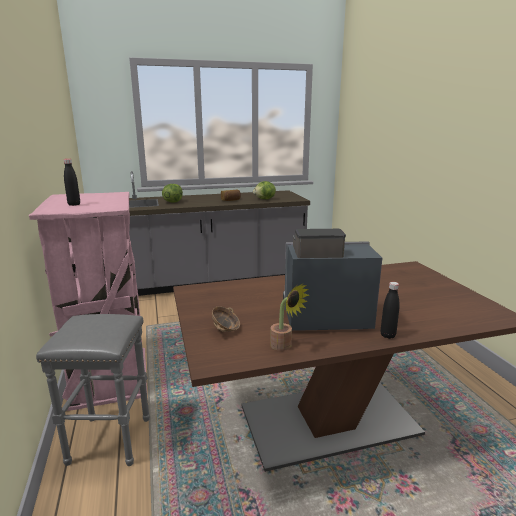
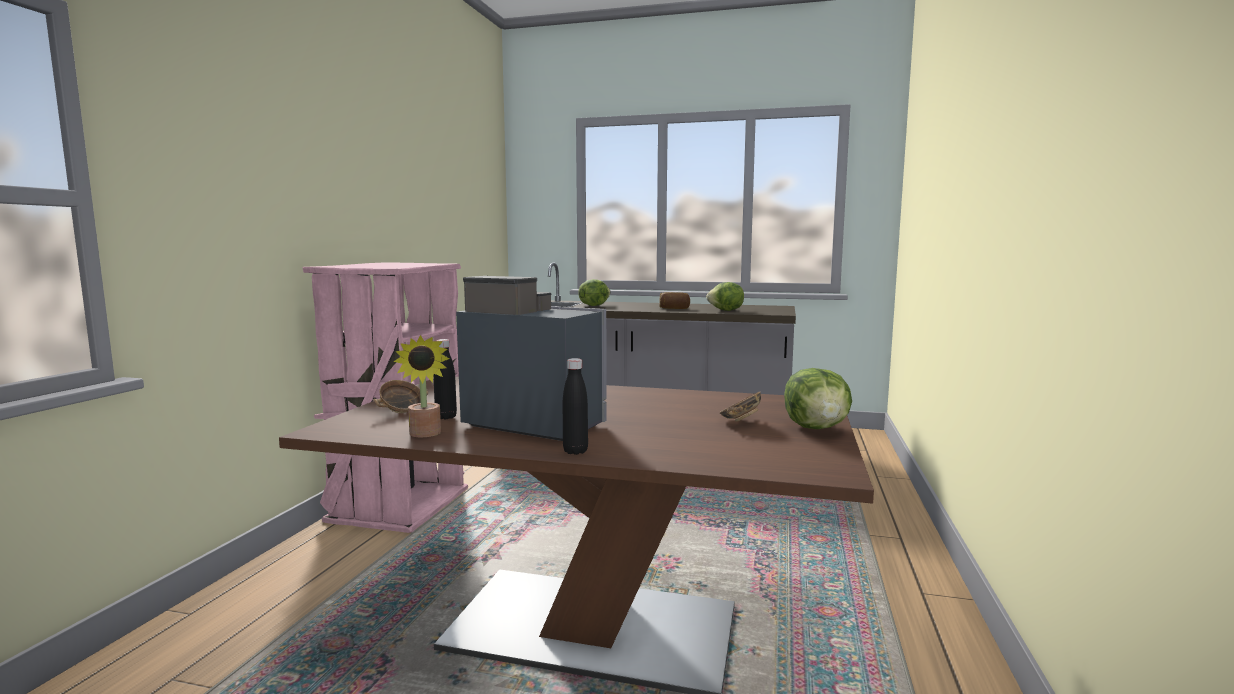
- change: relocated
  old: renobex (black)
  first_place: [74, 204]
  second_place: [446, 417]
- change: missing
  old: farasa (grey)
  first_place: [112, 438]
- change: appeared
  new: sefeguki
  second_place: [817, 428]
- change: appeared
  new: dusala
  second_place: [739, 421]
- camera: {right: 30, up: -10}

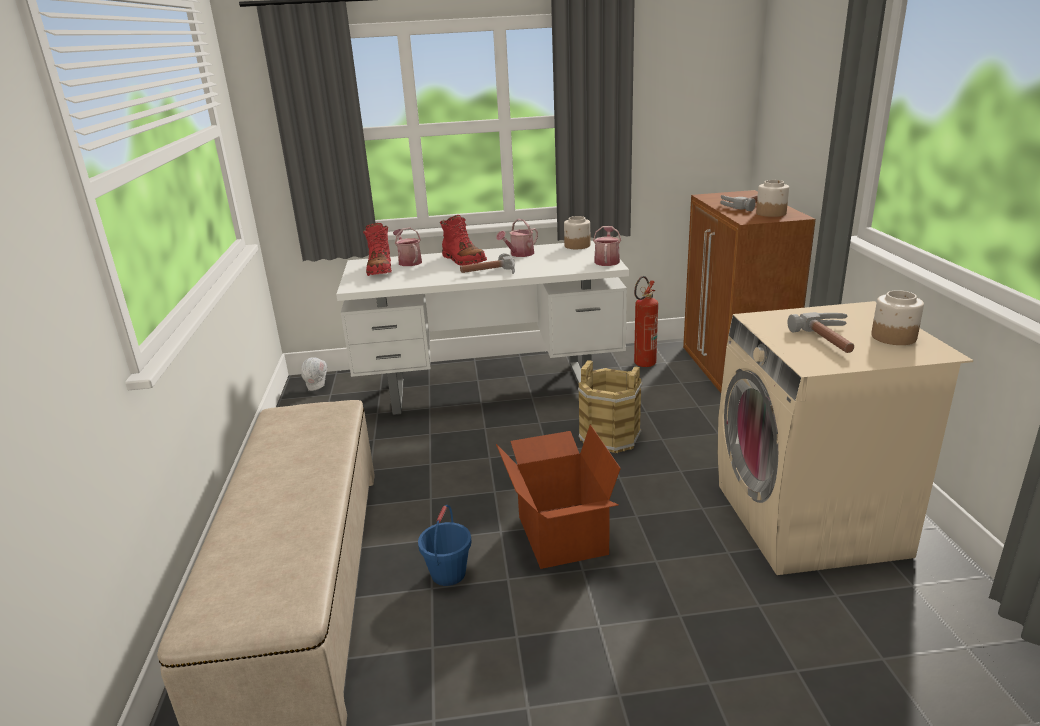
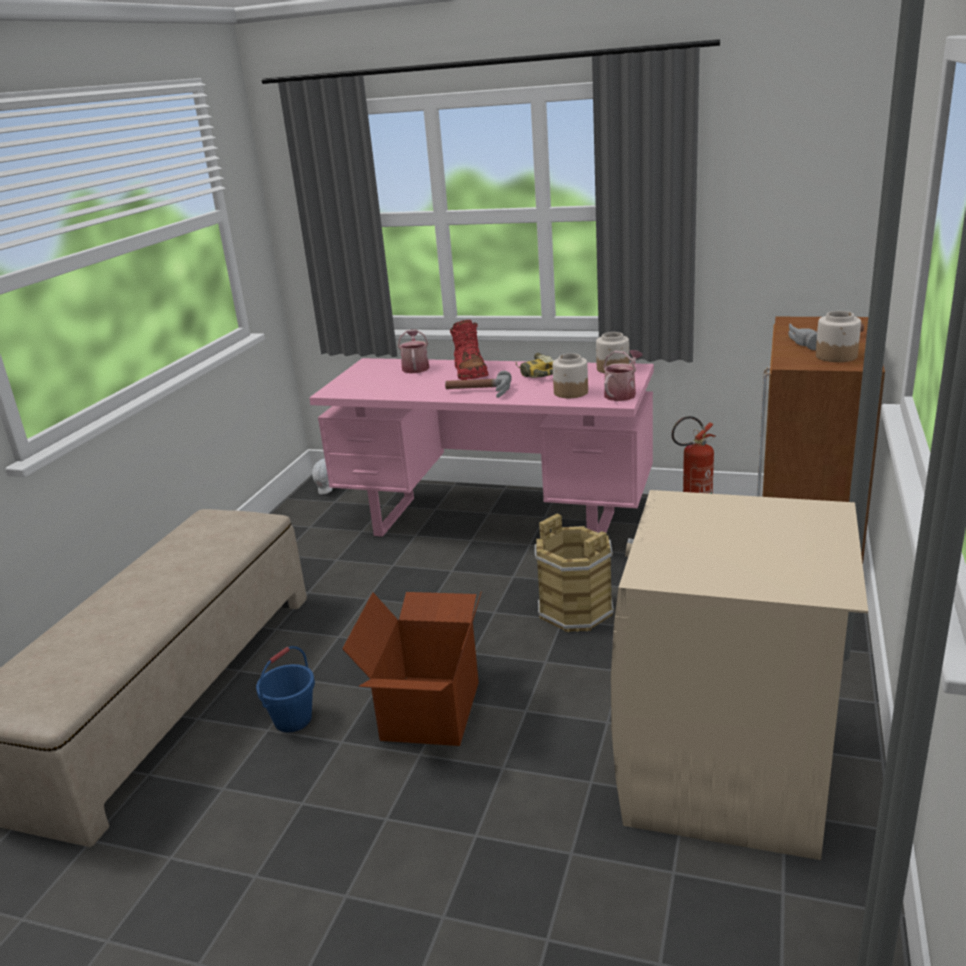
- change: exchanged
  old: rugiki
  new: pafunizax
  first_place: [519, 254]
  second_place: [536, 372]
- change: missing
  old: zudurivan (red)
  first_place: [380, 269]
- change: colour
  old: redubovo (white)
  new: redubovo (pink)
  first_place: [491, 387]
  second_place: [495, 524]
- change: relocated
  old: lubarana
  first_place: [893, 337]
  second_place: [570, 392]
- change: missing
  old: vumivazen
  first_place: [833, 340]
- camera: {right: 25, up: 0}

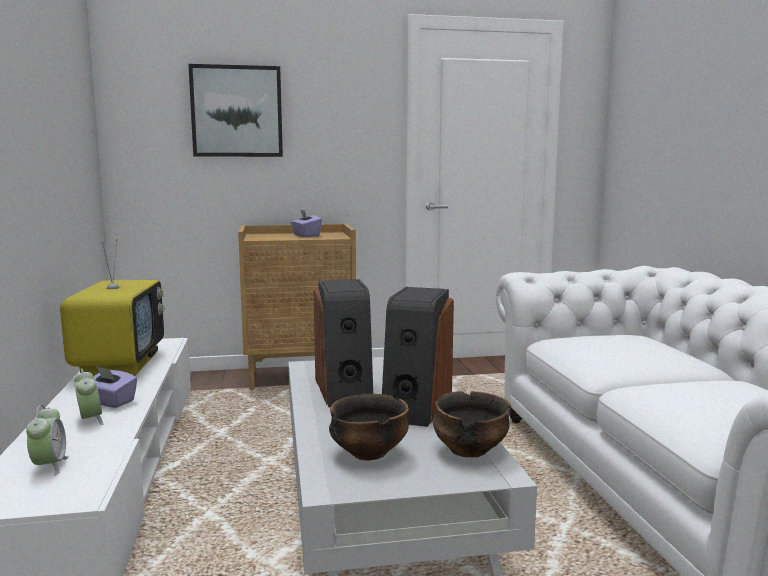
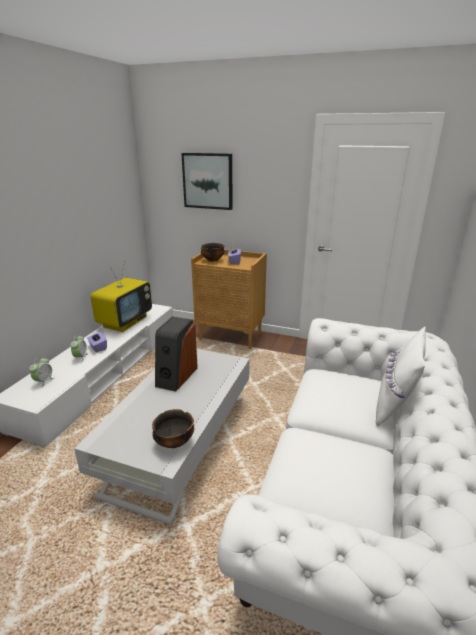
- change: missing
  old: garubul
  first_place: [416, 406]
- change: relocated
  old: dusala
  first_place: [368, 454]
  second_place: [213, 260]
- change: appeared
  new: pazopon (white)
  second_place: [394, 406]
- camera: {right: 30, up: 15}

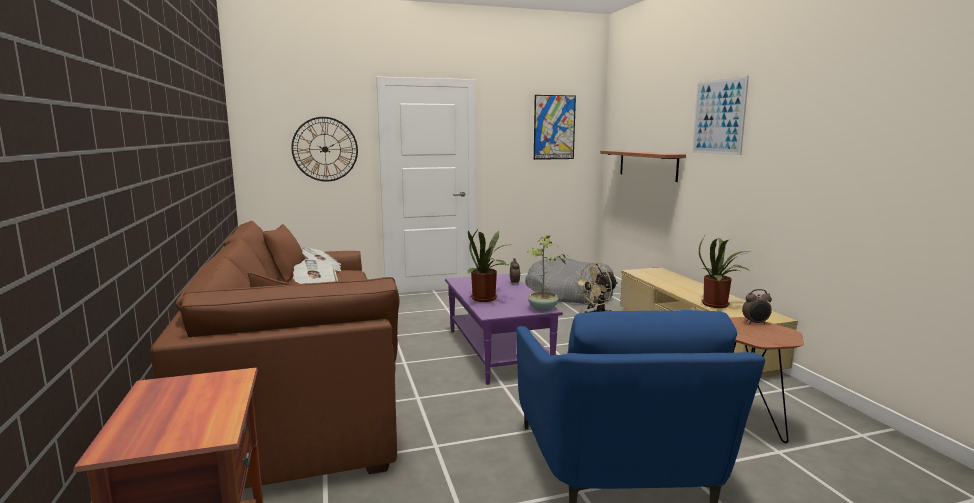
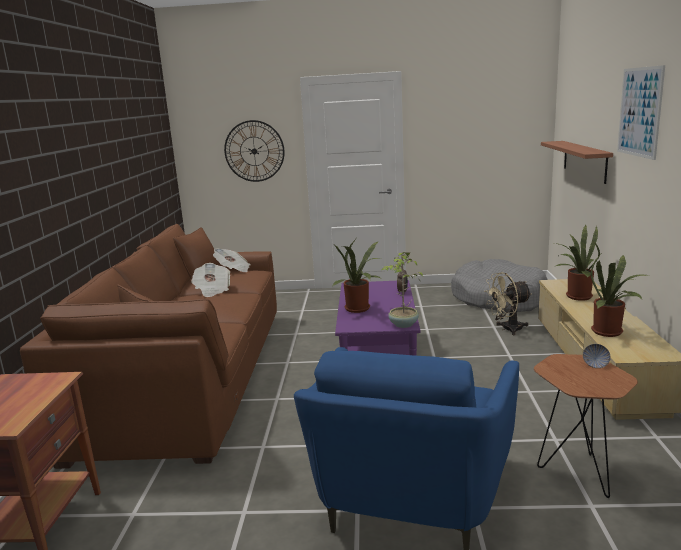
- change: missing
  old: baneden
  first_place: [554, 127]
- change: exchanged
  old: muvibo
  new: dusala
  first_place: [755, 323]
  second_place: [595, 365]
- change: appeared
  new: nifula
  second_place: [576, 296]
- camera: {right: 20, up: 5}

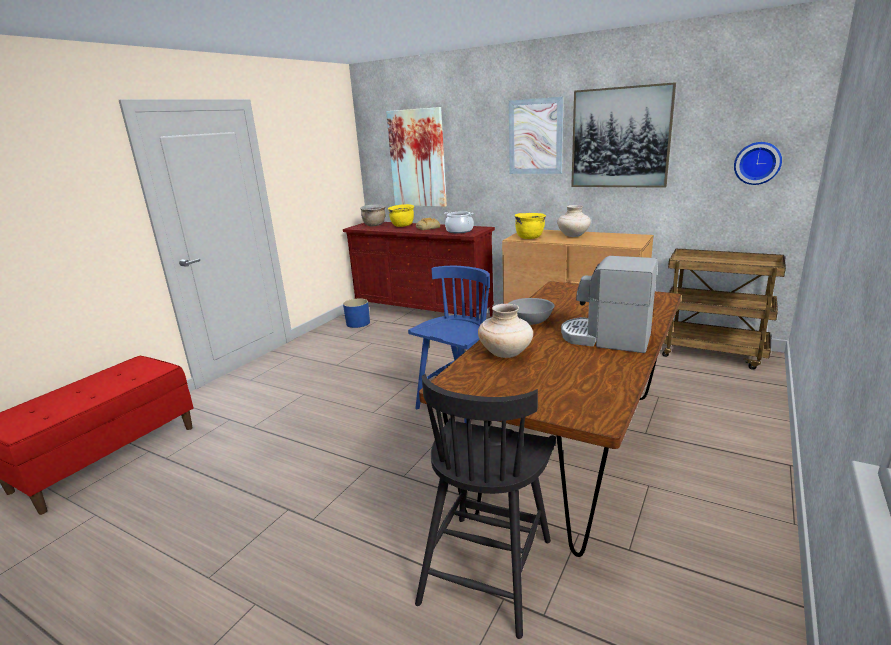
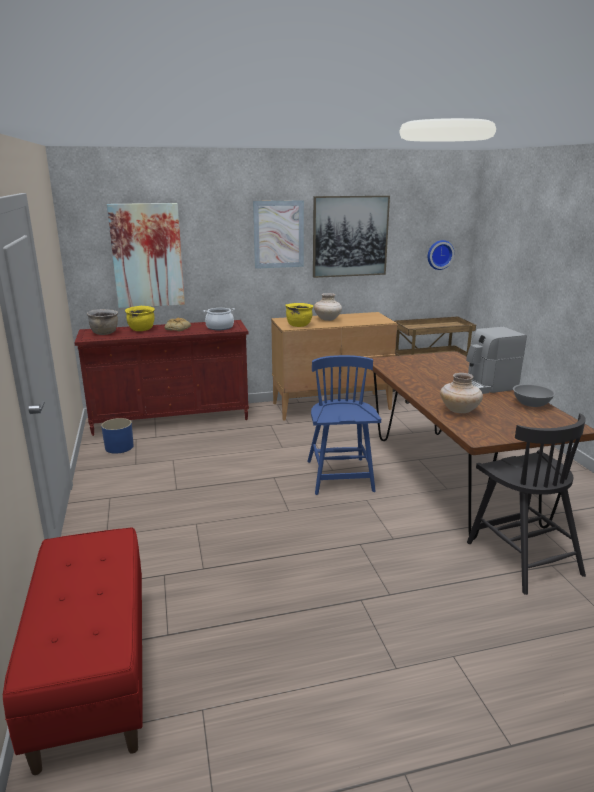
- change: relocated
  old: dusala (grey)
  first_place: [530, 321]
  second_place: [531, 404]
- camera: {right: -45, up: 0}

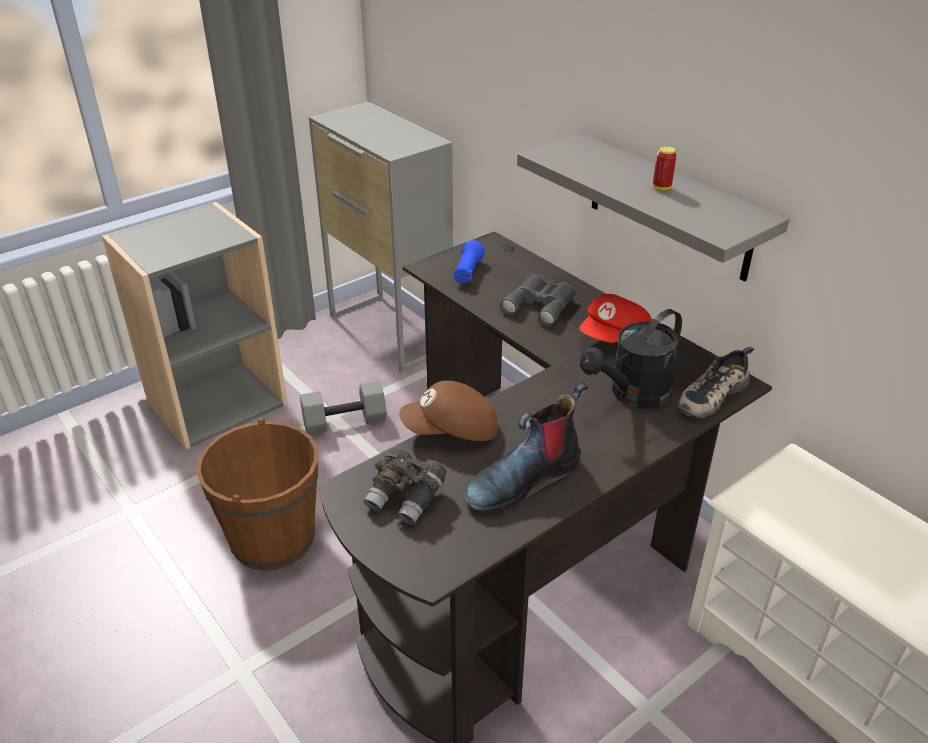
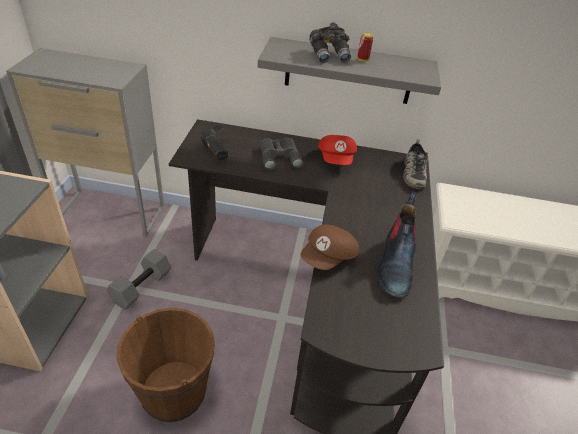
- change: colour
  old: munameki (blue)
  new: munameki (black)
  first_place: [467, 272]
  second_place: [215, 152]
- change: missing
  old: rugiki (black)
  first_place: [632, 395]
- change: relocated
  old: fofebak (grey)
  first_place: [406, 498]
  second_place: [329, 55]
- camera: {right: -45, up: 5}

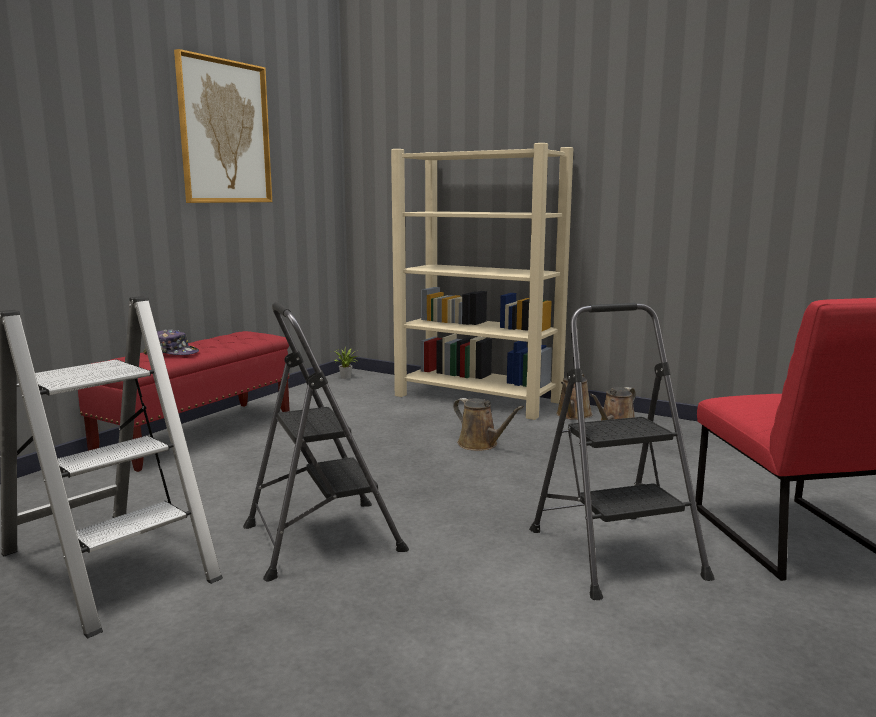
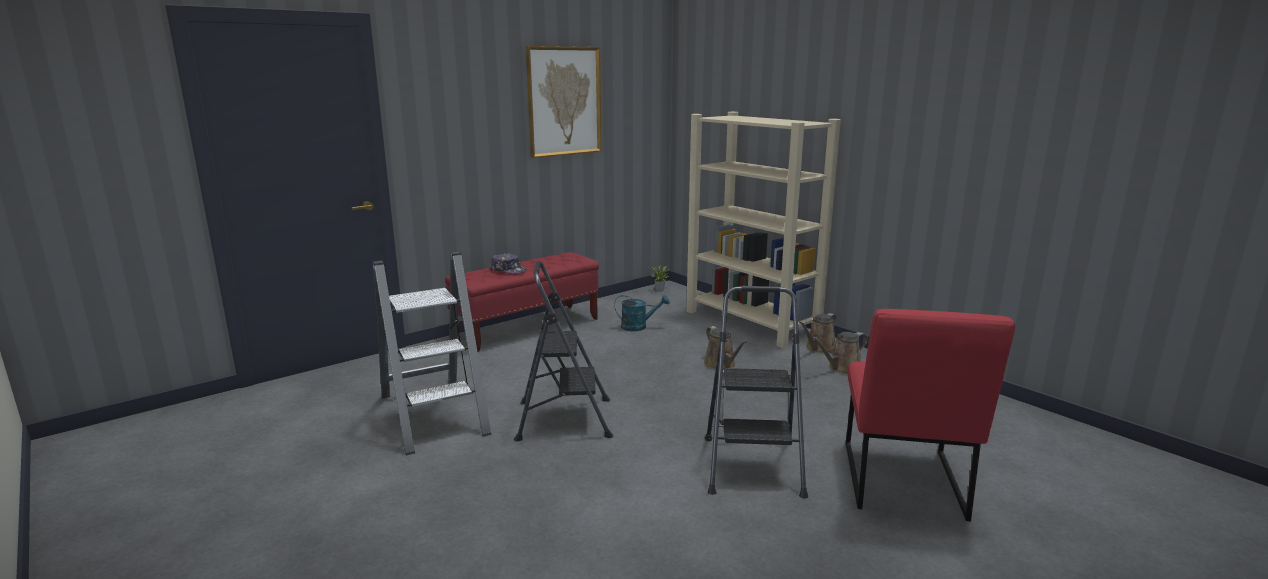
- change: appeared
  new: rugiki (turquoise)
  second_place: [639, 326]
- camera: {right: 20, up: 5}

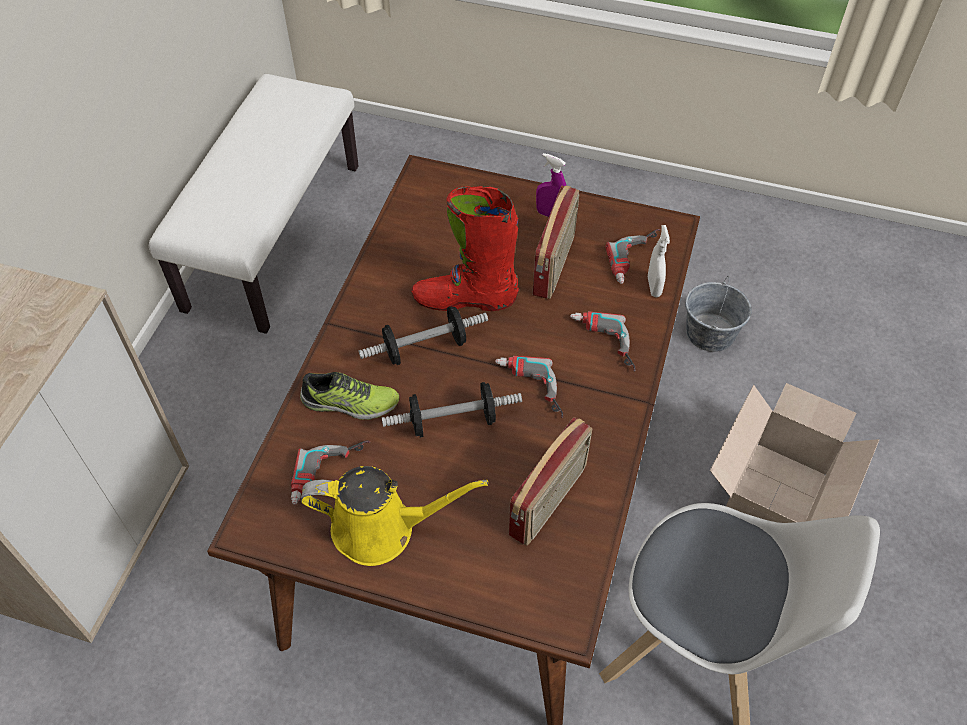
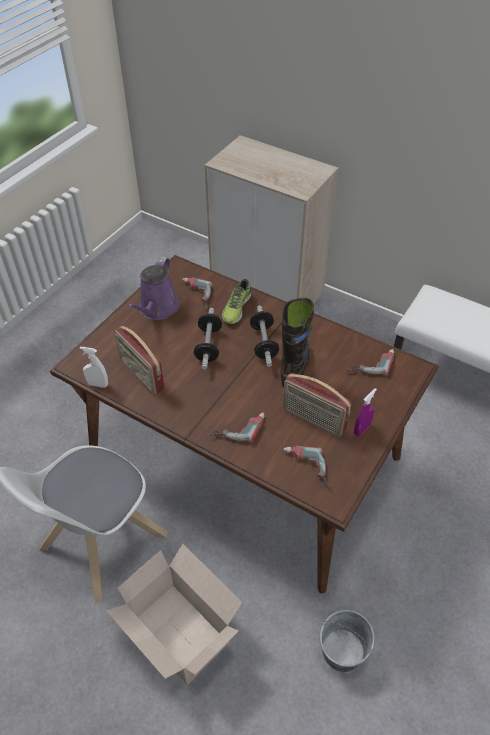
- change: colour
  old: zudurivan (red)
  new: zudurivan (black)
  first_place: [465, 299]
  second_place: [295, 368]
- change: relocated
  old: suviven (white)
  first_place: [654, 287]
  second_place: [98, 384]
- change: relocated
  old: pafunizax
  first_place: [528, 390]
  second_place: [370, 363]
- change: colour
  old: rugiki (yellow)
  new: rugiki (purple)
  first_place: [382, 528]
  second_place: [157, 309]
- camera: {right: 105, up: -5}

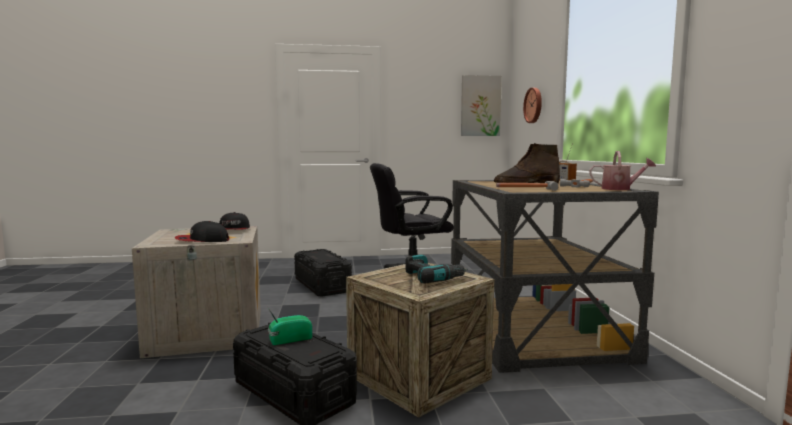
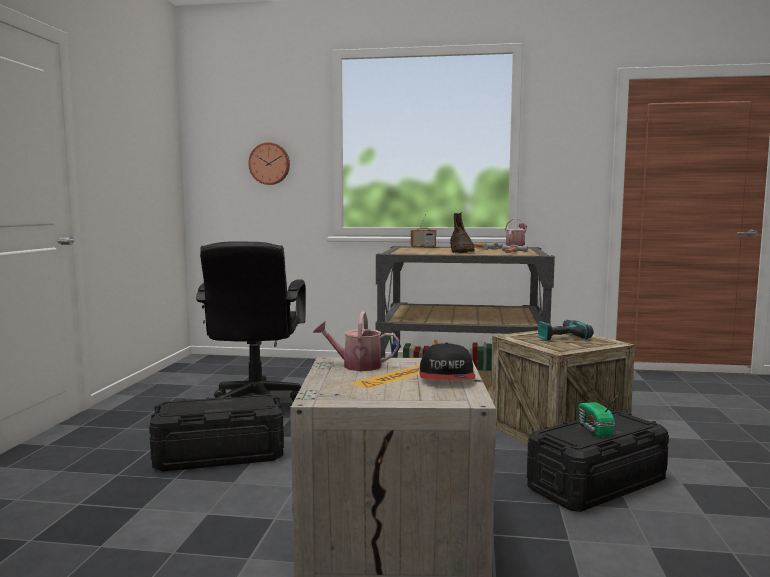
- change: missing
  old: baneden
  first_place: [480, 106]
- change: exchanged
  old: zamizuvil
  new: rugiki
  first_place: [233, 230]
  second_place: [356, 366]
- camera: {right: -75, up: 0}

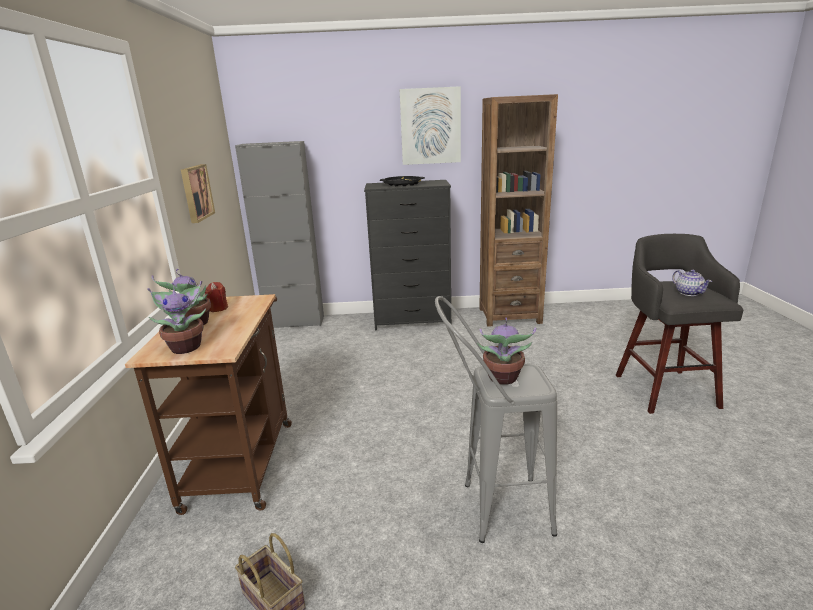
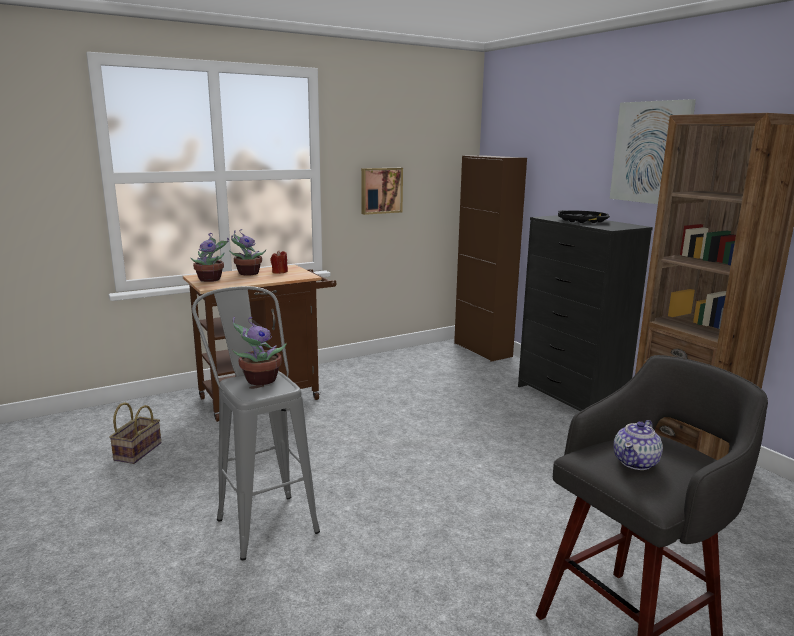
- change: colour
  old: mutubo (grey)
  new: mutubo (brown)
  first_place: [295, 322]
  second_place: [482, 350]
- camera: {right: 60, up: -5}

